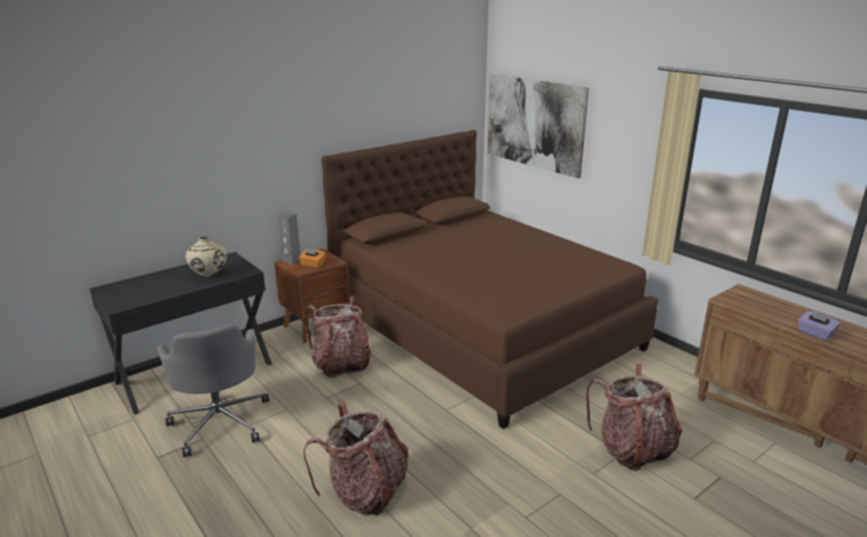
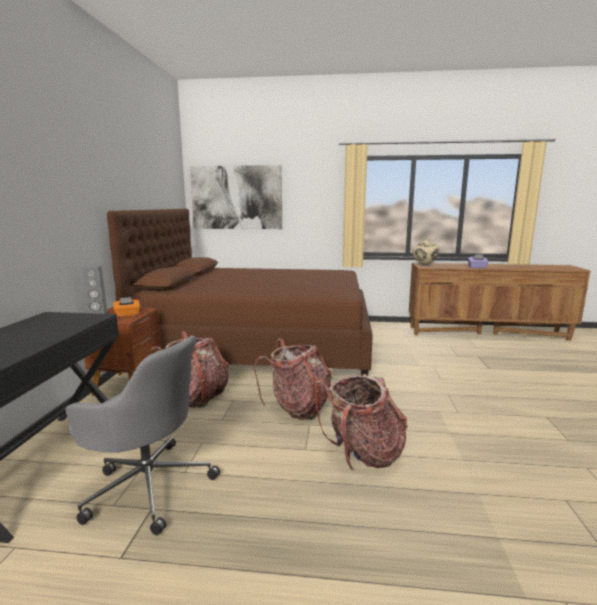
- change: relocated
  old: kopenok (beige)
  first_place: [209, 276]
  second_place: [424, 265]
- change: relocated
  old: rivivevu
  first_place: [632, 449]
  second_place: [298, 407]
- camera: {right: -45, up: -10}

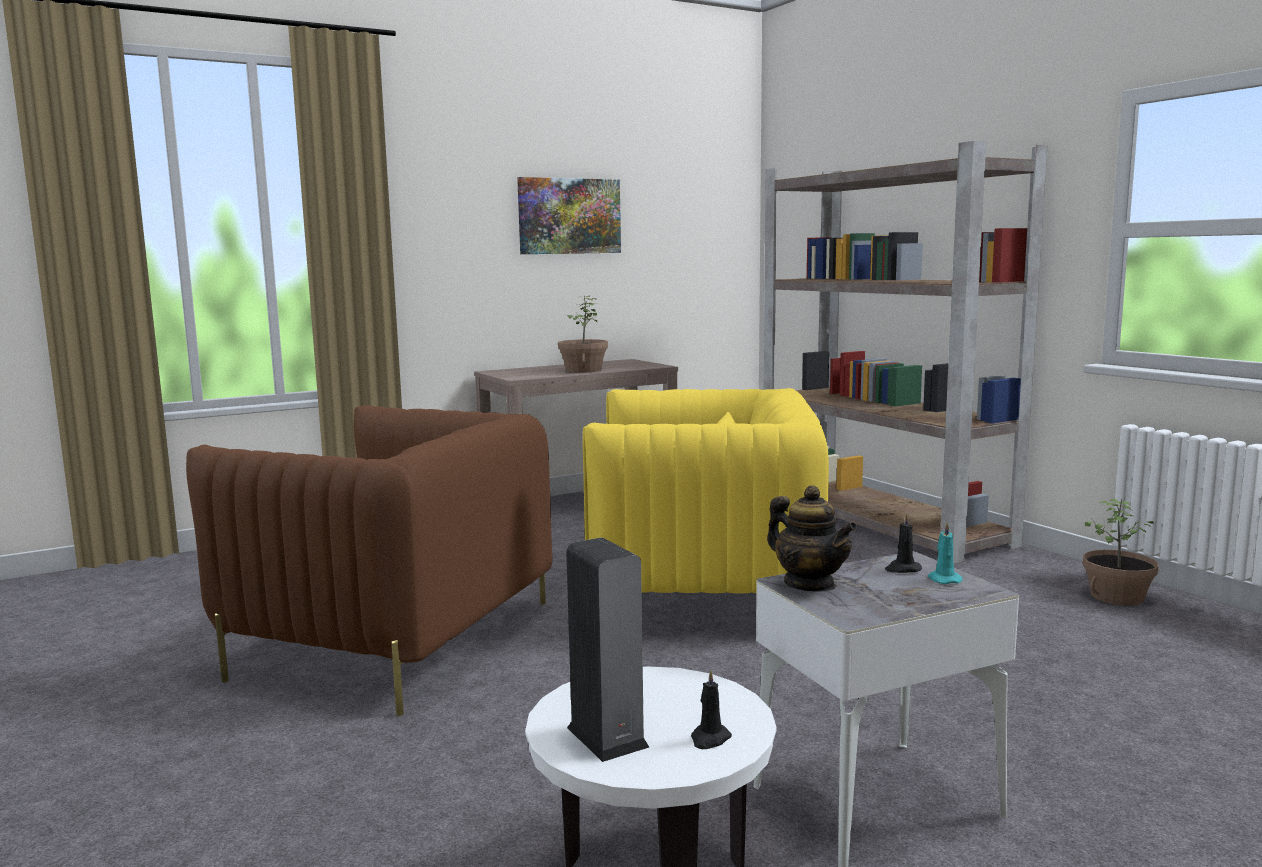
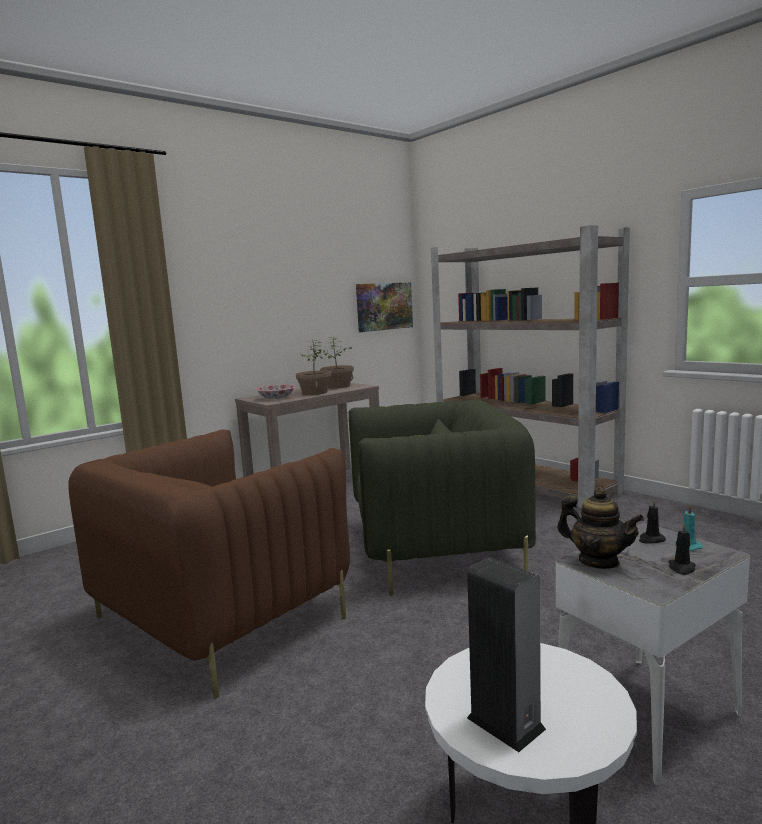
- change: relocated
  old: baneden
  first_place: [569, 216]
  second_place: [384, 306]
- change: colour
  old: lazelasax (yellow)
  new: lazelasax (green)
  first_place: [705, 591]
  second_place: [436, 548]
- change: spun
  old: lazelasax (brown)
  first_place: [394, 638]
  second_place: [222, 615]
  degrees: 120
- change: relocated
  old: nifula
  first_place: [1117, 597]
  second_place: [338, 386]
- change: relocated
  old: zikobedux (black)
  first_place: [709, 739]
  second_place: [682, 568]
- change: appeared
  new: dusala
  second_place: [277, 398]
- camera: {right: -10, up: 0}

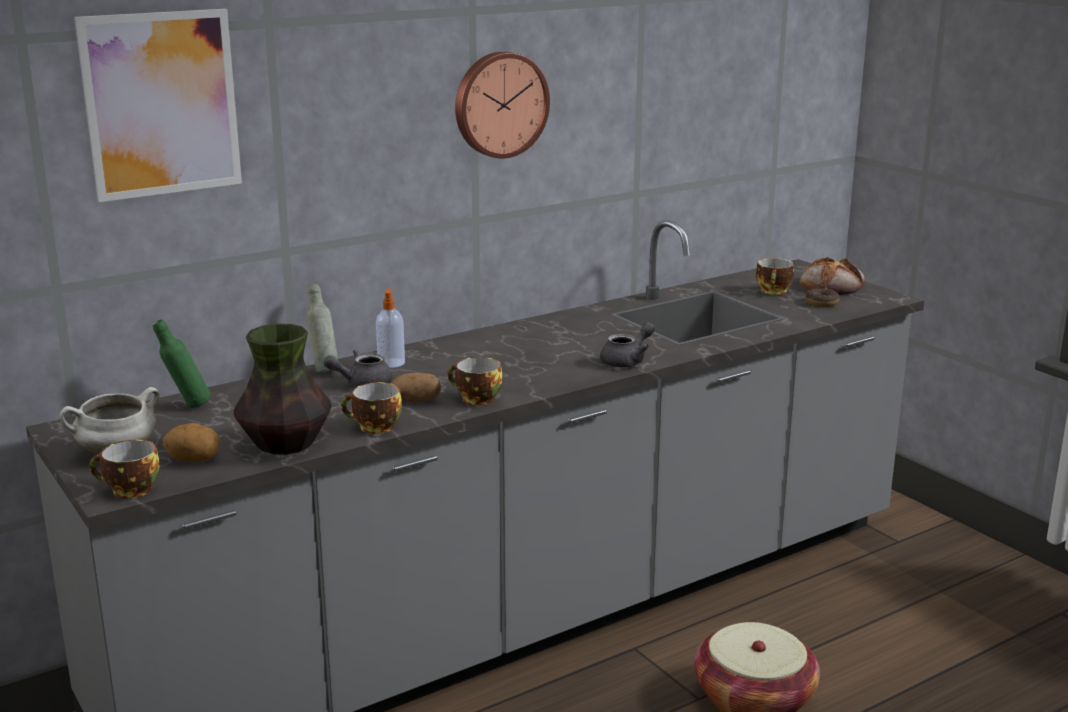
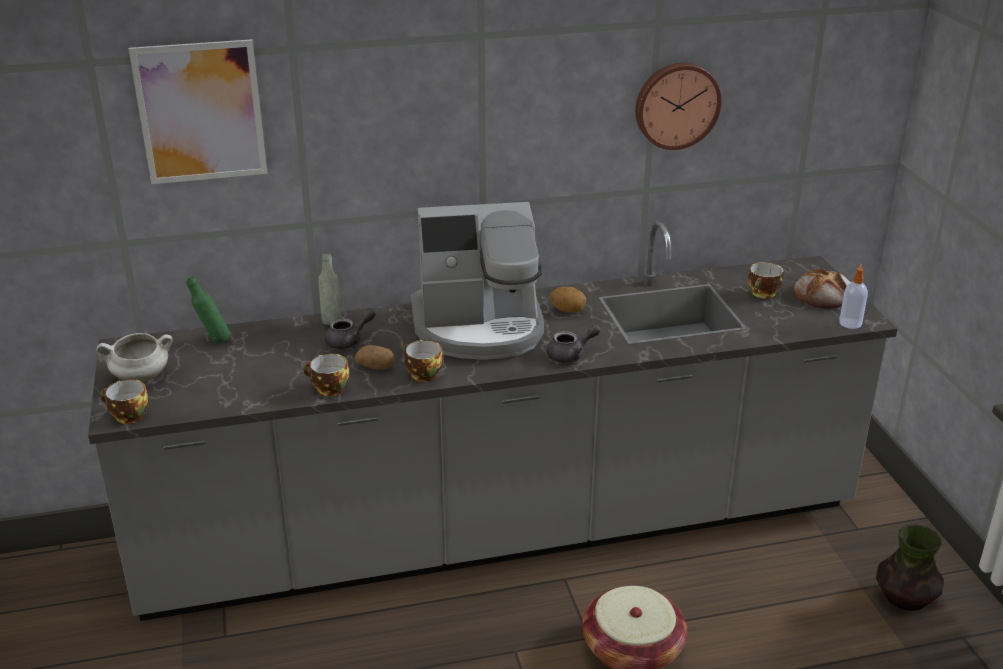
- change: relocated
  old: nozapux
  first_place: [499, 104]
  second_place: [676, 105]
- change: relocated
  old: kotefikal
  first_place: [391, 362]
  second_place: [850, 323]
- change: missing
  old: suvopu
  first_place: [821, 303]
- change: relocated
  old: kopenok
  first_place: [286, 446]
  second_place: [905, 599]
- change: spun
  old: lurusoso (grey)
  first_place: [362, 384]
  second_place: [349, 341]
  degrees: 150
- change: relocated
  old: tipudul
  first_place: [193, 460]
  second_place: [567, 310]
- change: appeared
  new: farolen
  second_place: [479, 327]
- camera: {right: 20, up: 10}

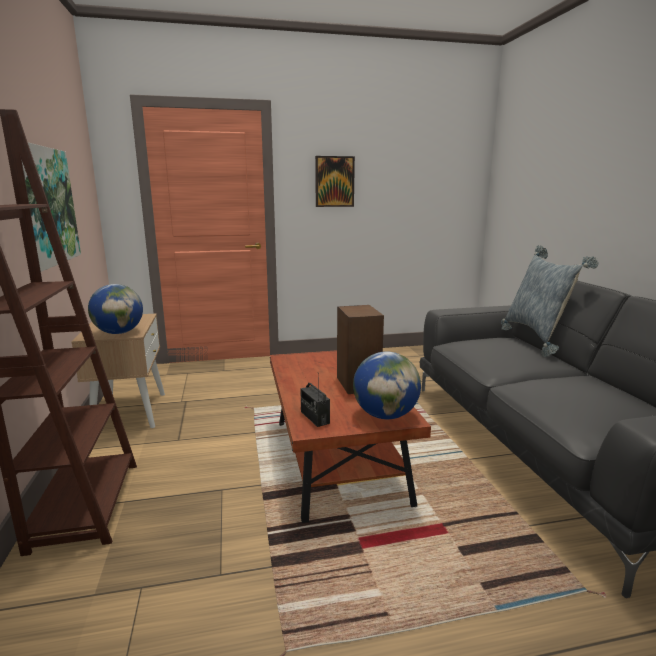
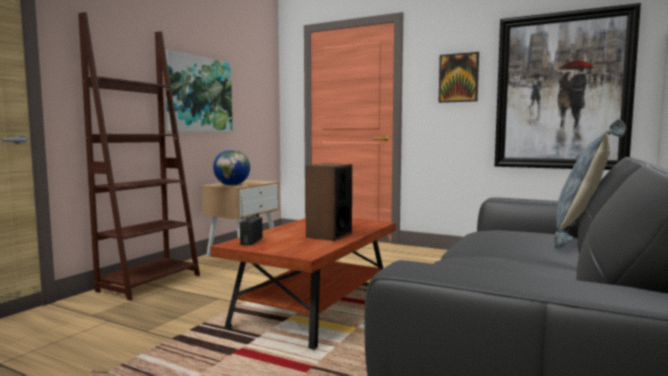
- change: missing
  old: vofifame
  first_place: [385, 415]
- change: appeared
  new: baneden
  second_place: [561, 91]
- camera: {right: 40, up: -10}

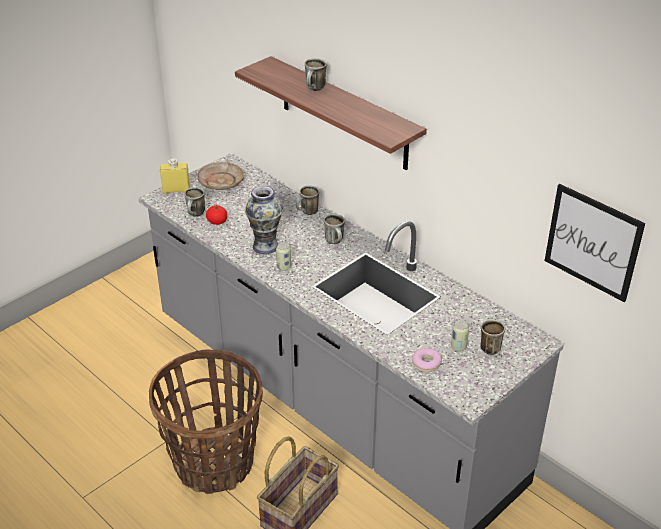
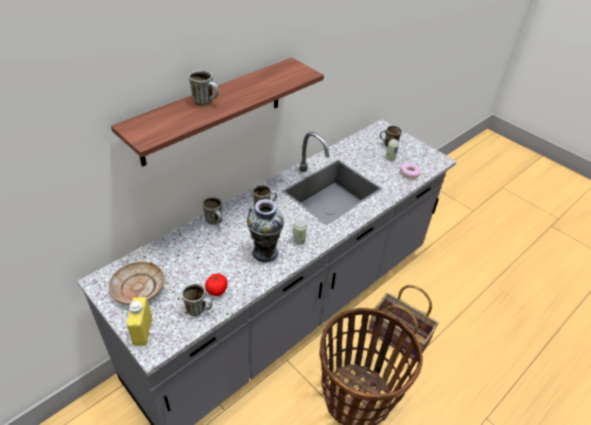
- change: missing
  old: baneden
  first_place: [592, 242]
- camera: {right: -90, up: 5}

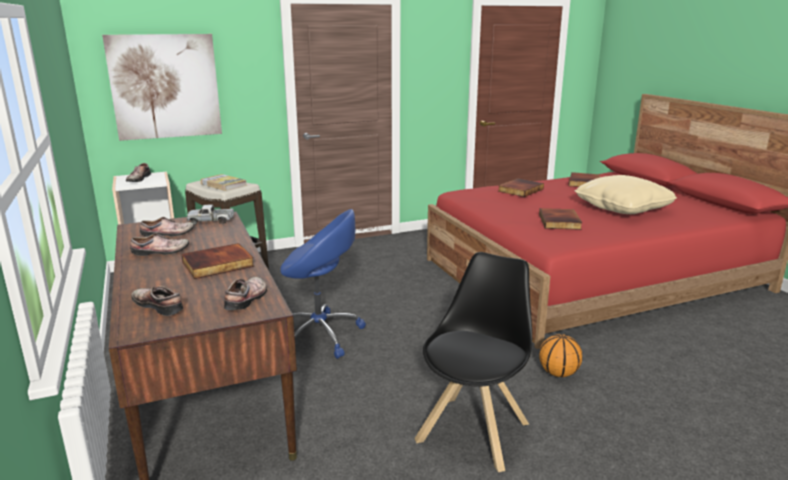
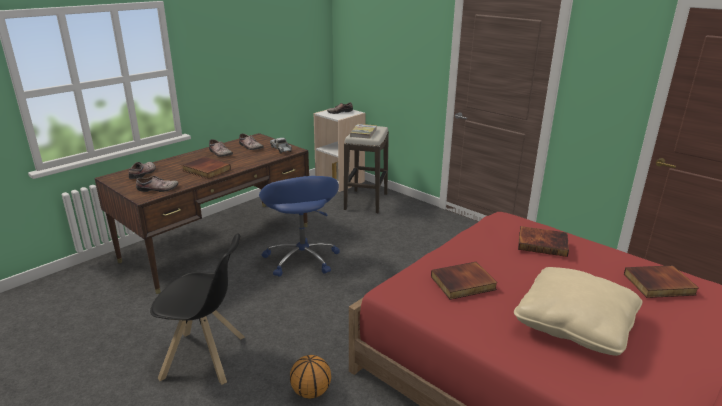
- change: missing
  old: baneden
  first_place: [165, 86]
- camera: {right: 65, up: 5}

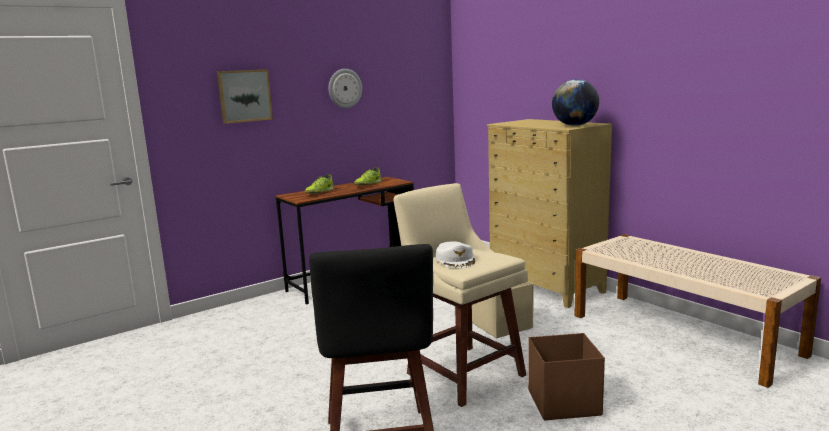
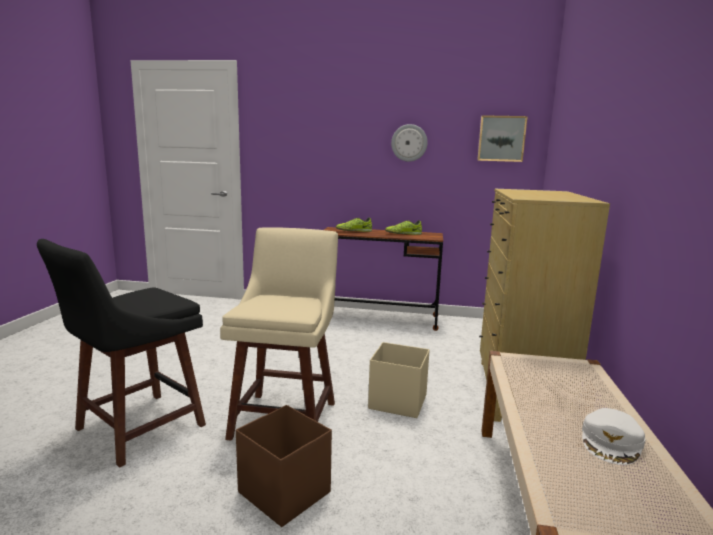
- change: relocated
  old: baneden
  first_place: [244, 96]
  second_place: [501, 138]
- change: missing
  old: vofifame
  first_place: [575, 125]
- change: relocated
  old: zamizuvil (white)
  first_place: [456, 260]
  second_place: [612, 442]
- camera: {right: 45, up: 0}

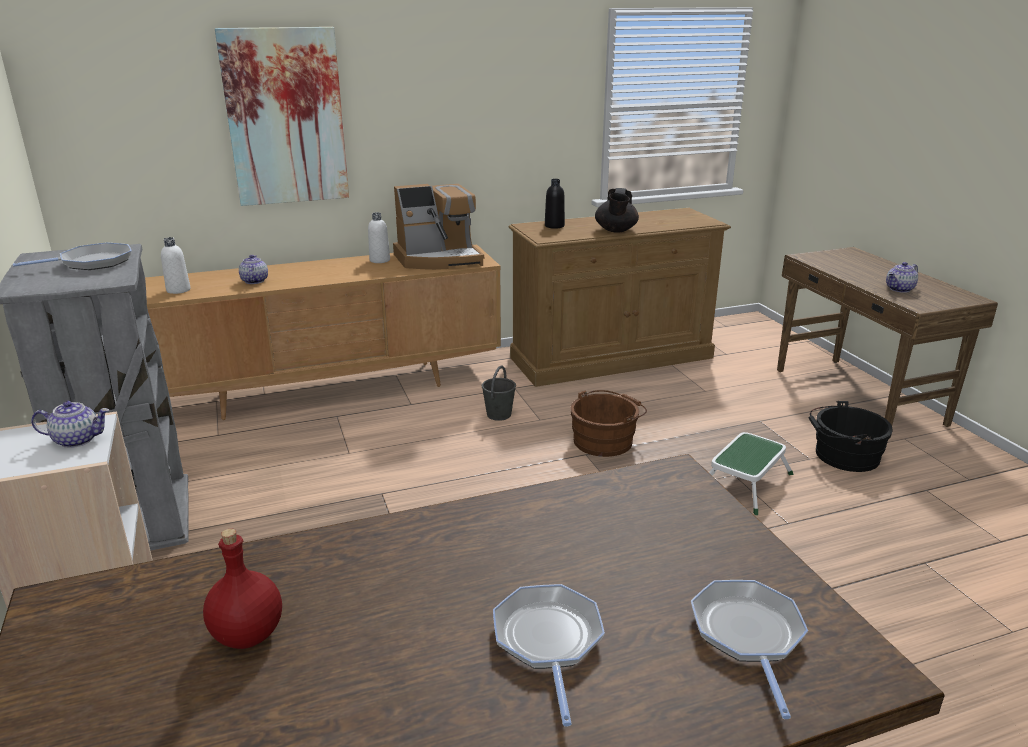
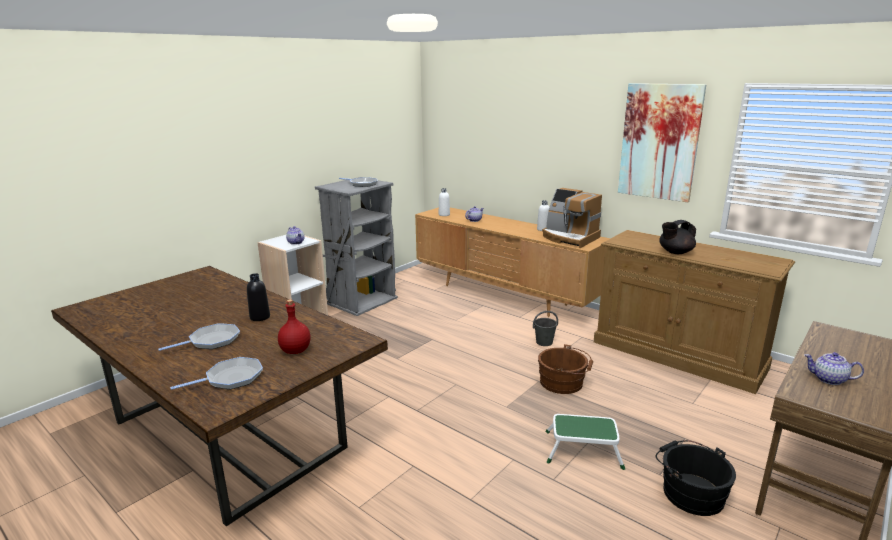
- change: relocated
  old: baneden
  first_place: [285, 117]
  second_place: [659, 142]
- change: relocated
  old: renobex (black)
  first_place: [554, 226]
  second_place: [260, 317]
- change: relocated
  old: renobex (red)
  first_place: [246, 635]
  second_place: [295, 350]
- camera: {right: 60, up: -5}

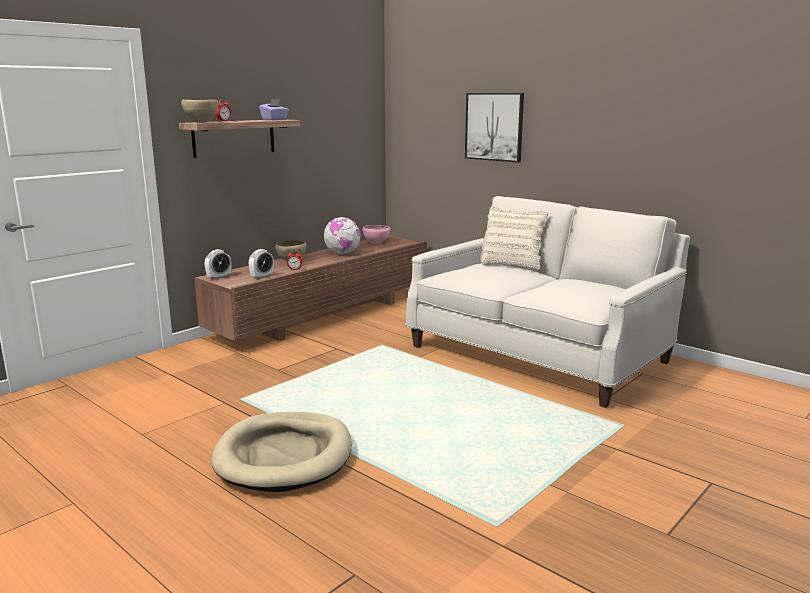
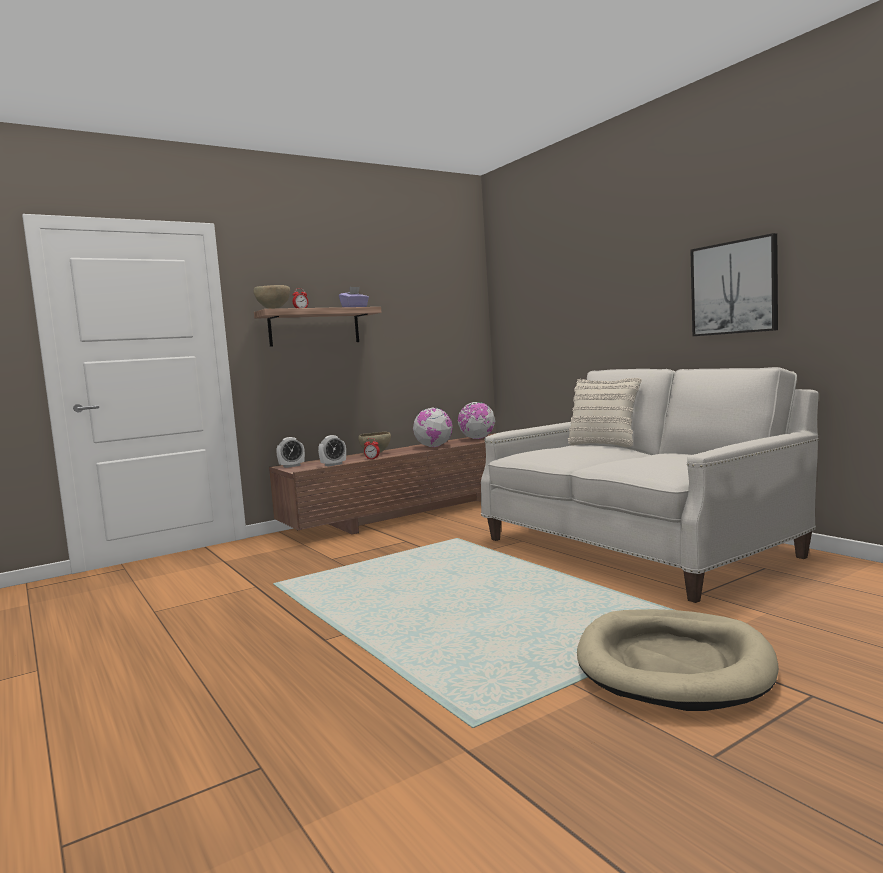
- change: relocated
  old: baneden
  first_place: [494, 126]
  second_place: [734, 288]
- change: exchanged
  old: dusala (pink)
  new: vofifame
  first_place: [376, 243]
  second_place: [477, 439]
- change: relocated
  old: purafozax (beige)
  first_place: [284, 456]
  second_place: [673, 664]
- camera: {right: 15, up: -10}

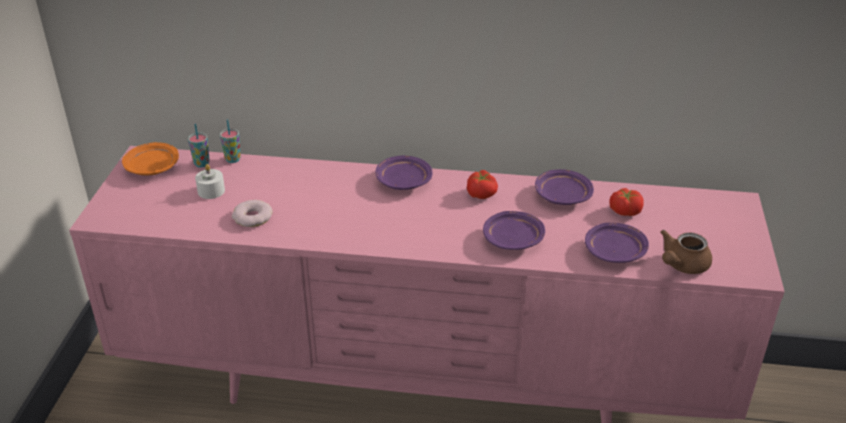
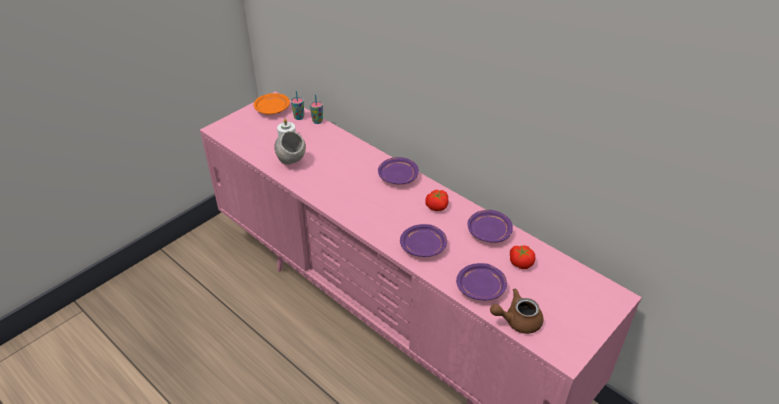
- change: exchanged
  old: suvopu
  new: dusala (grey)
  first_place: [252, 217]
  second_place: [291, 162]
- camera: {right: 35, up: 5}

